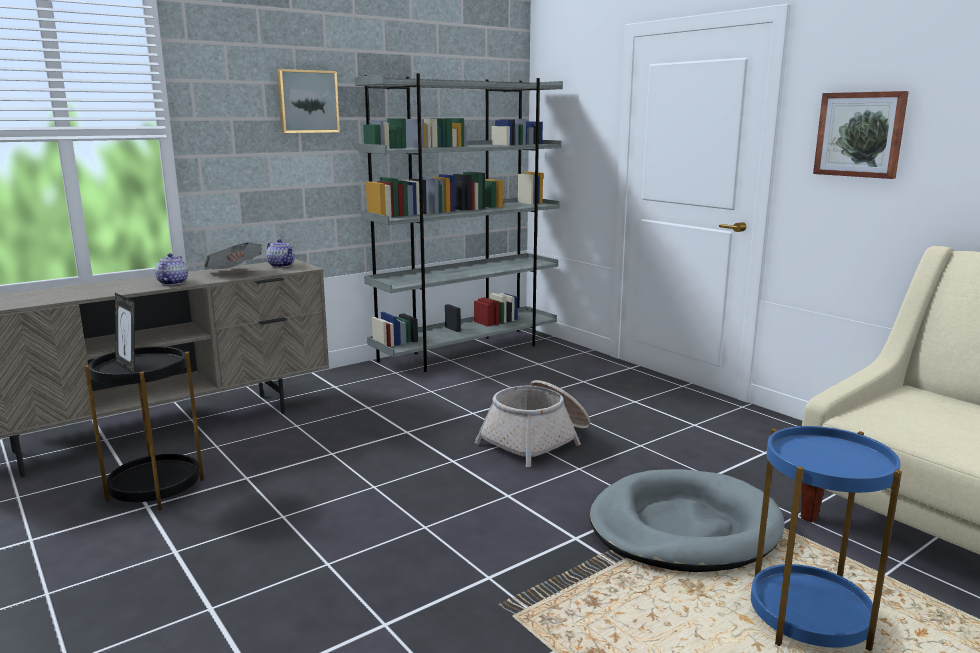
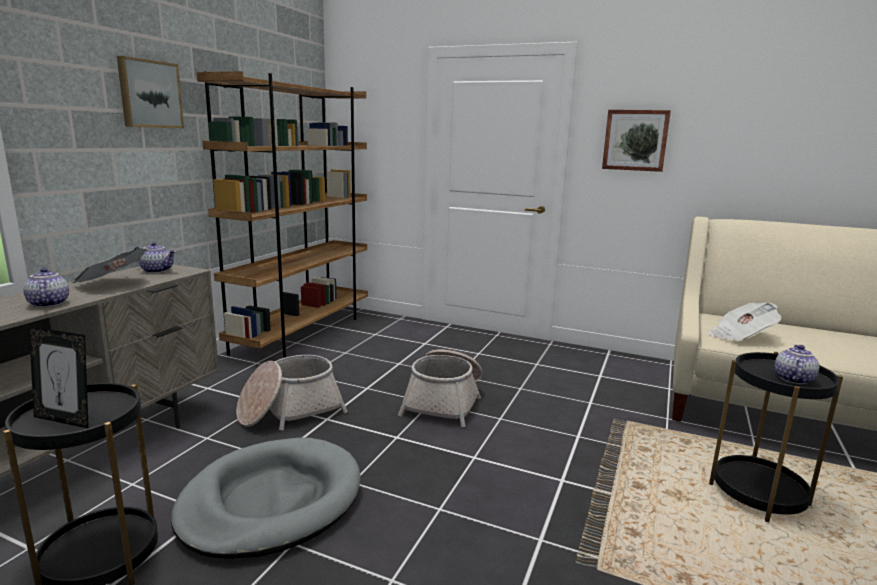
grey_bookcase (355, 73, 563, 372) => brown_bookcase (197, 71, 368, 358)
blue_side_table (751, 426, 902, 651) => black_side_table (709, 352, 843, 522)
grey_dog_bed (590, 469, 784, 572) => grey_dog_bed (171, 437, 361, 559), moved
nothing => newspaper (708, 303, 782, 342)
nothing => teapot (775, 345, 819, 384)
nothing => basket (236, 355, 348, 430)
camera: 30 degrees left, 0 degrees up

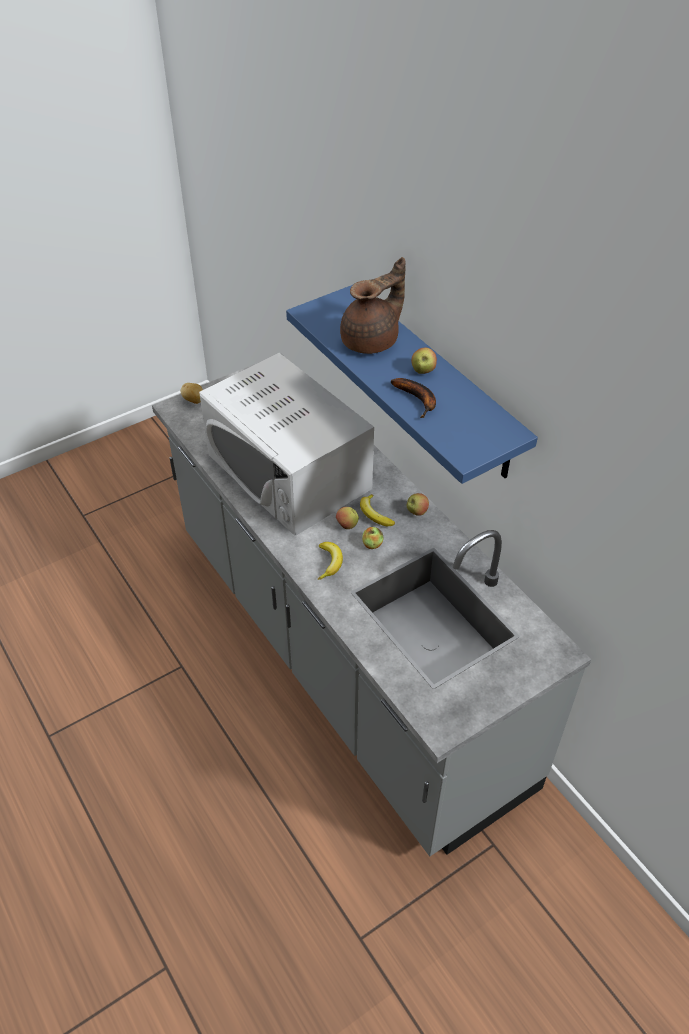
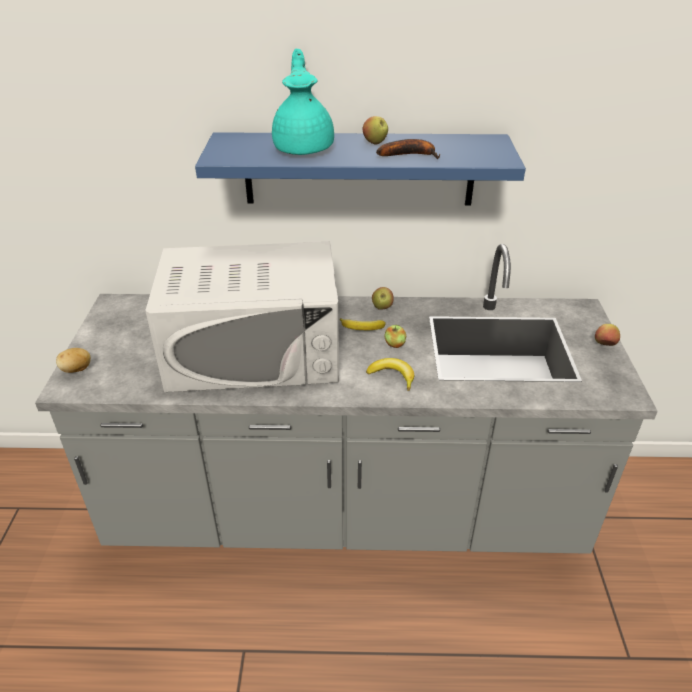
brown_teapot (340, 257, 405, 354) => turquoise_teapot (272, 49, 334, 155)
apple (336, 507, 359, 529) => apple (595, 324, 620, 346), moved
camera: 55 degrees left, 10 degrees down

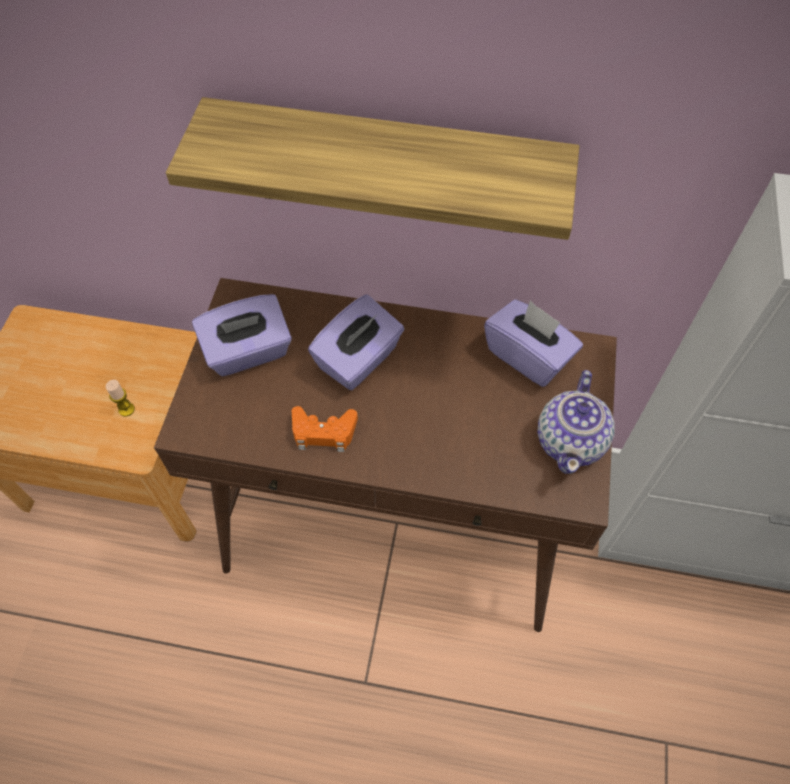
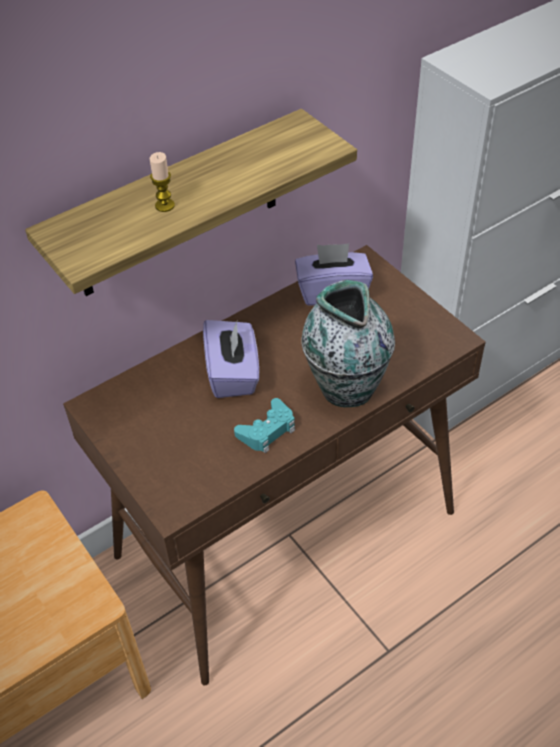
purple_tissue_box (192, 294, 292, 376) => nothing
teapot (537, 370, 615, 474) => nothing
candle (106, 379, 135, 417) => candle (150, 152, 175, 212), moved
orange_game_controller (292, 406, 358, 452) => turquoise_game_controller (234, 398, 295, 453)
nothing => vase (302, 280, 395, 407)
camera: 45 degrees left, 10 degrees down

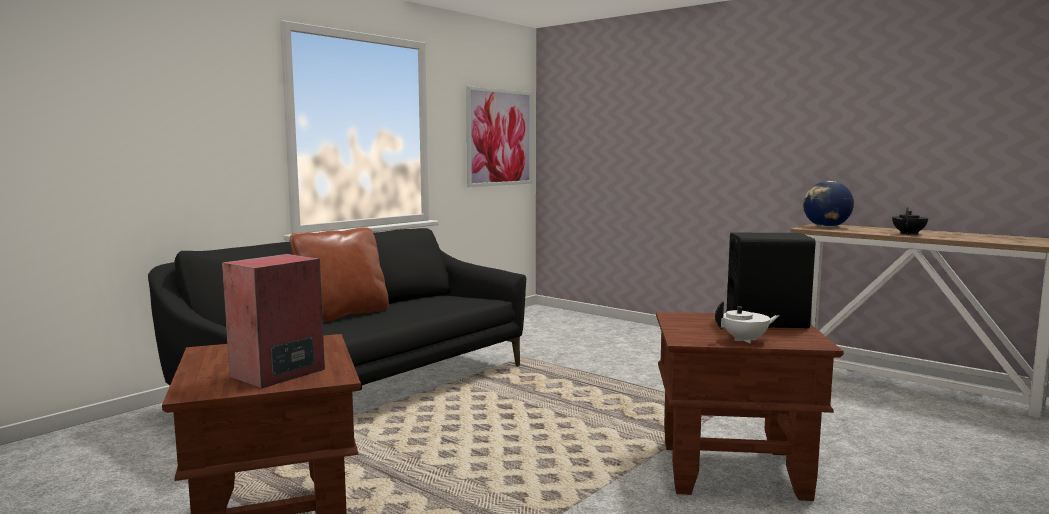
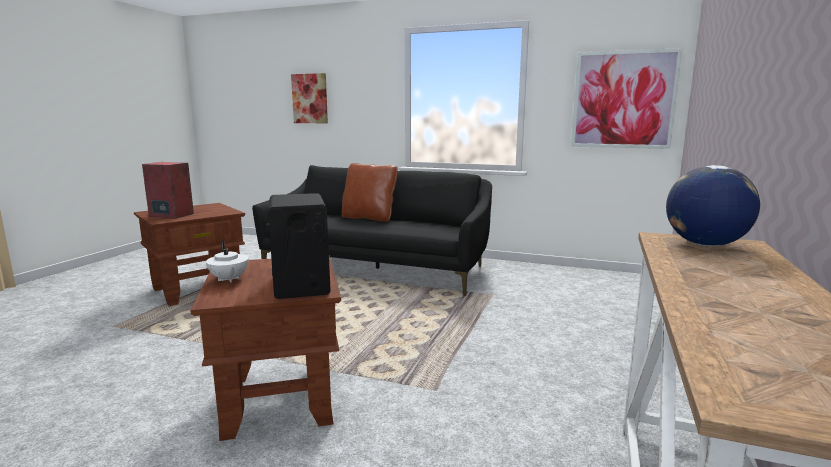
black_teapot (892, 207, 928, 235) => nothing
nothing => picture (291, 73, 328, 123)
camera: 70 degrees right, 5 degrees up

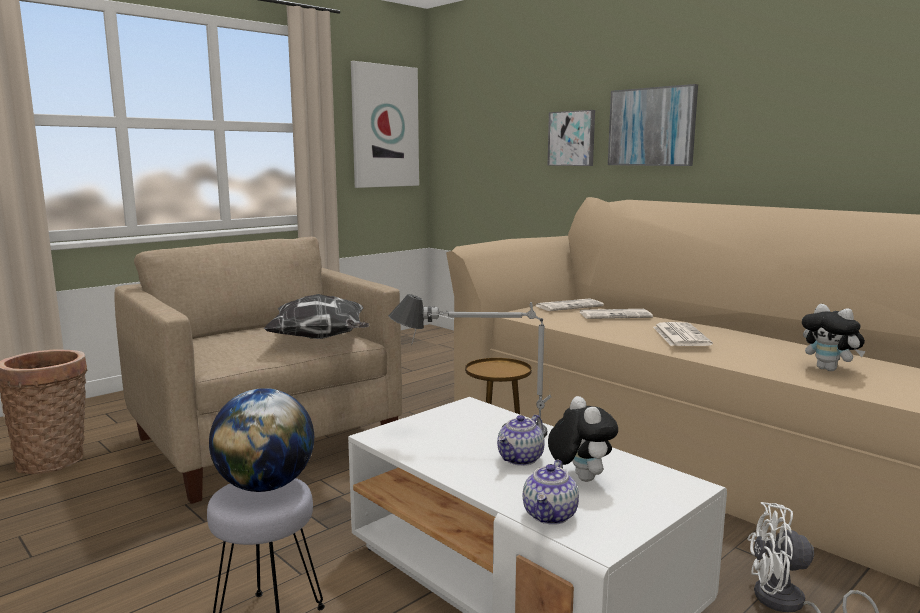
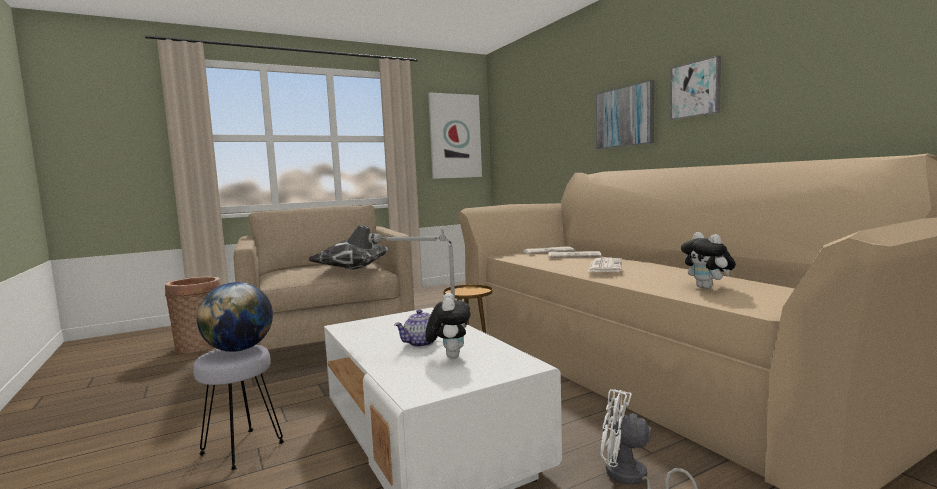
picture (548, 110, 595, 166) => picture (670, 55, 721, 120), moved
teapot (523, 459, 579, 525) => nothing
camera: 15 degrees right, 5 degrees down

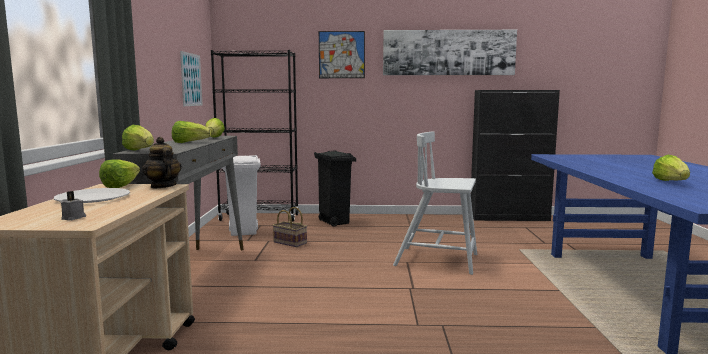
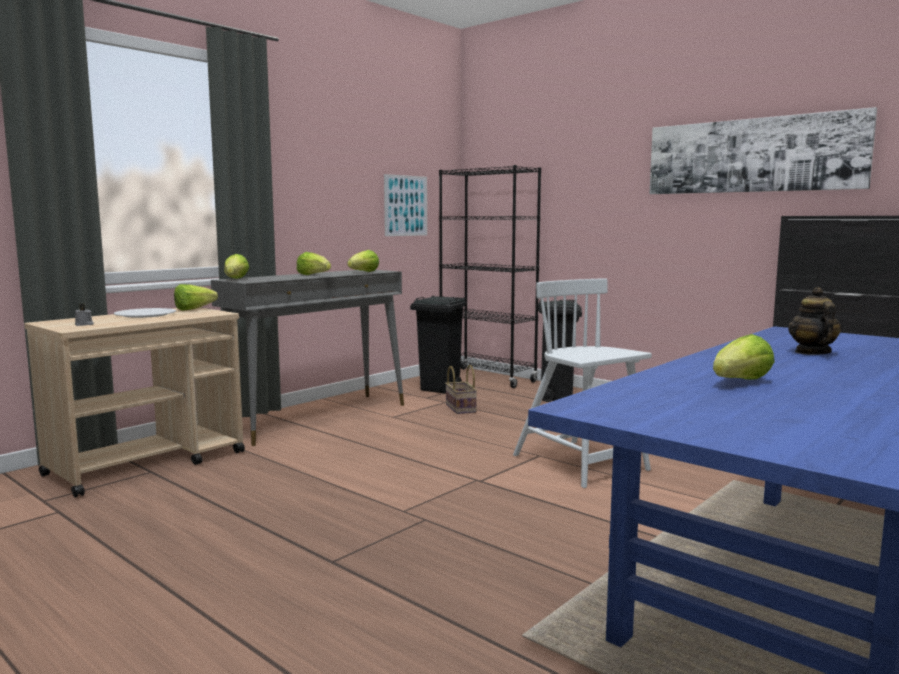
picture (319, 31, 365, 78) => nothing
teapot (142, 137, 182, 188) => teapot (788, 287, 842, 355), moved
white_trash_can (221, 155, 261, 236) => black_trash_can (410, 295, 467, 394)
camera: 40 degrees right, 0 degrees up

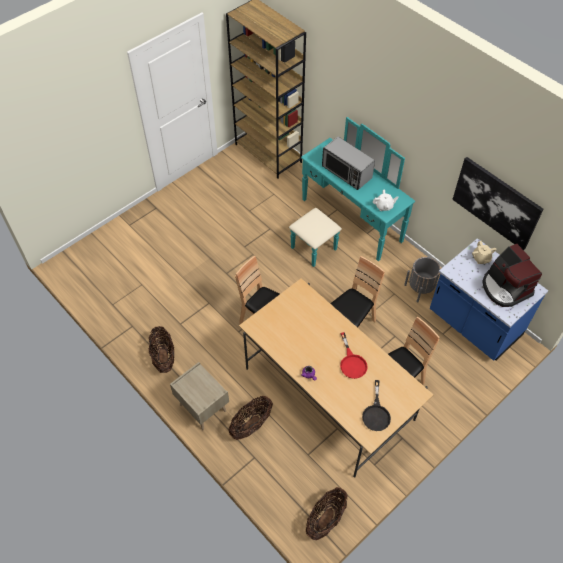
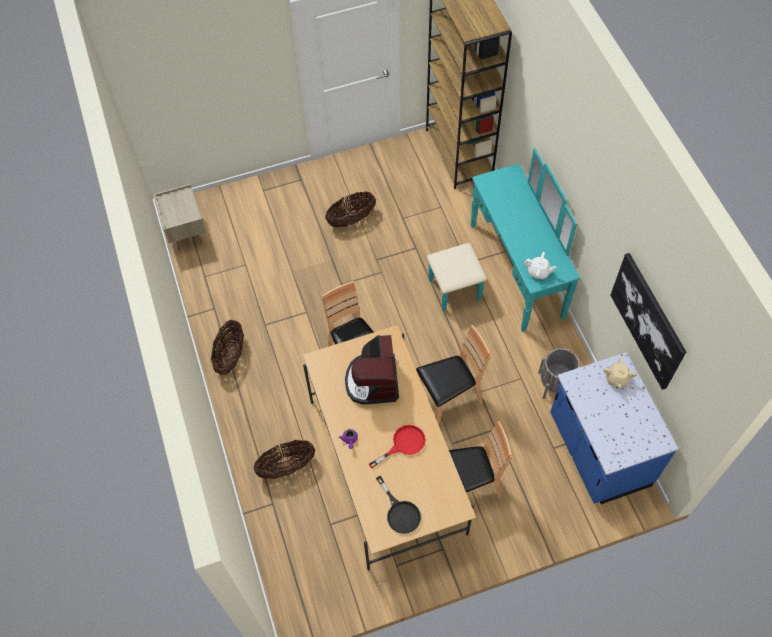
microwave (322, 137, 375, 190) => nothing
coffee_machine (482, 244, 542, 307) => coffee_machine (345, 335, 399, 404), moved
red_frying_pan (340, 332, 368, 379) => red_frying_pan (369, 425, 426, 468), 135 degrees counterclockwise
beige_nightstand (170, 362, 229, 430) => beige_nightstand (154, 184, 207, 253), moved
black_frying_pan (362, 380, 391, 431) => black_frying_pan (376, 476, 421, 534), 60 degrees counterclockwise
basket (306, 487, 347, 540) => basket (325, 192, 376, 227), moved
camera: 25 degrees right, 5 degrees up

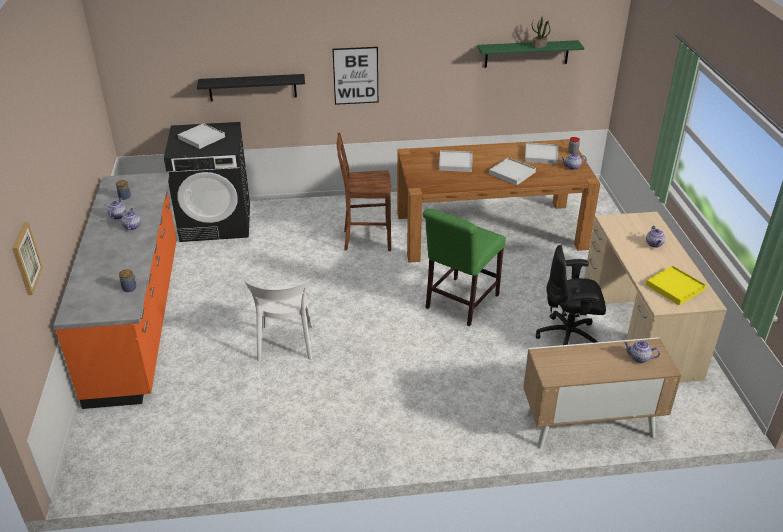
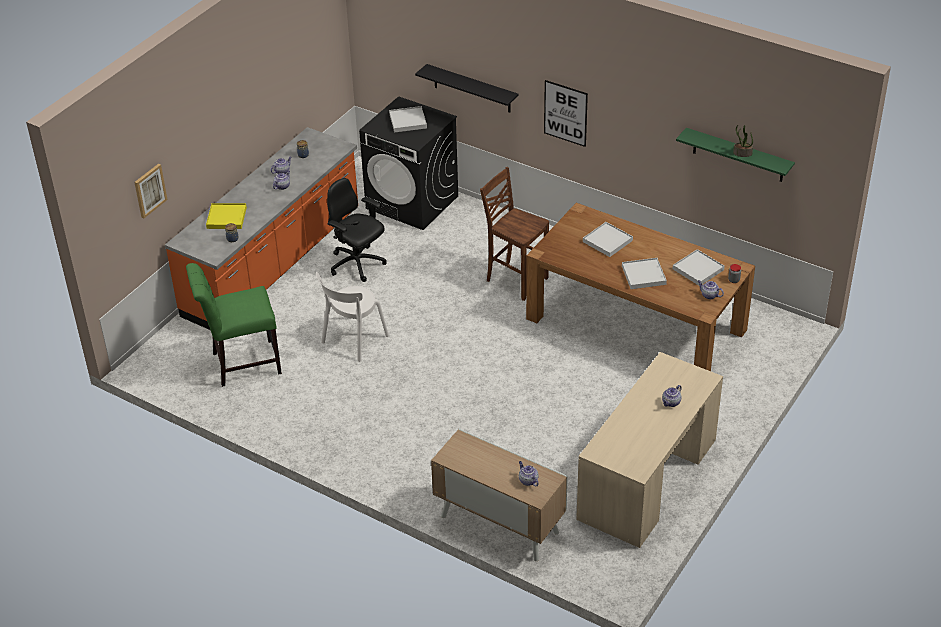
green_chair (423, 209, 506, 326) => green_chair (186, 263, 282, 387), moved
black_office_chair (536, 245, 606, 345) => black_office_chair (327, 178, 387, 282), moved
yellow_tray (646, 266, 706, 305) => yellow_tray (206, 203, 247, 229), moved
camera: 40 degrees right, 5 degrees up

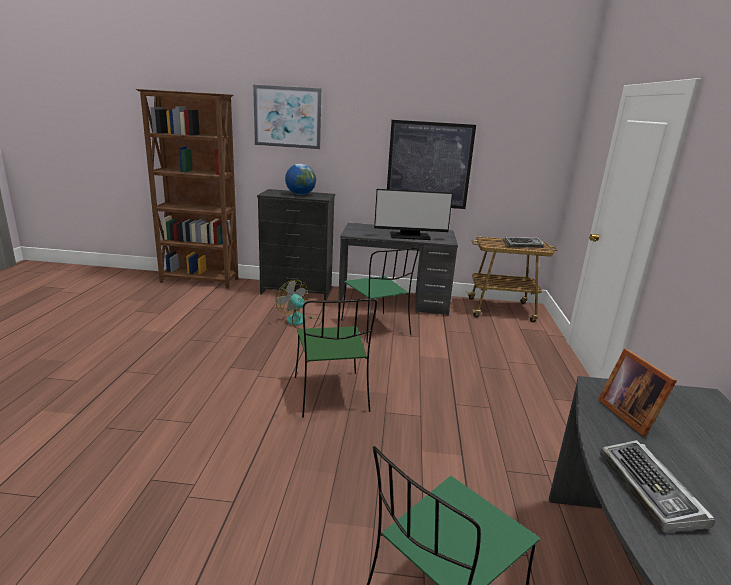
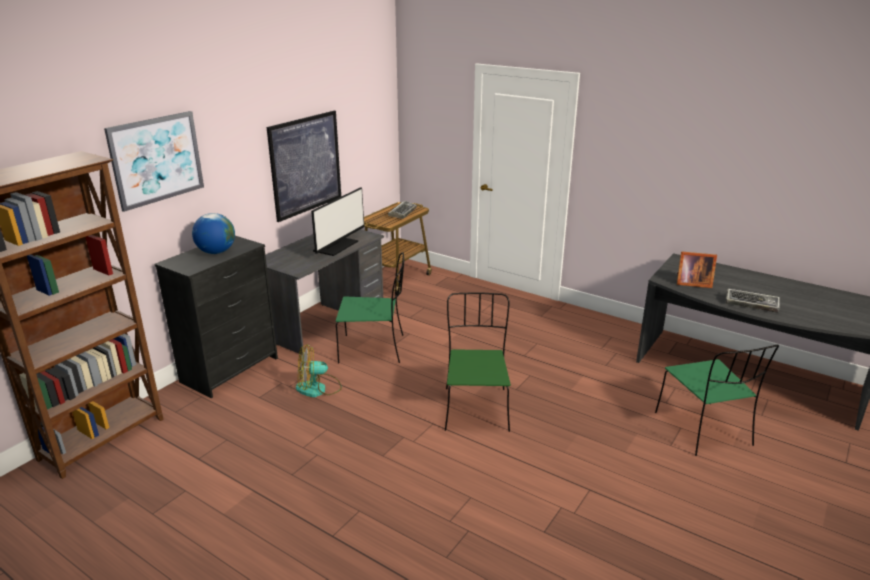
green_chair (295, 299, 377, 417) => green_chair (445, 292, 511, 432), 105 degrees counterclockwise
camera: 60 degrees left, 5 degrees up

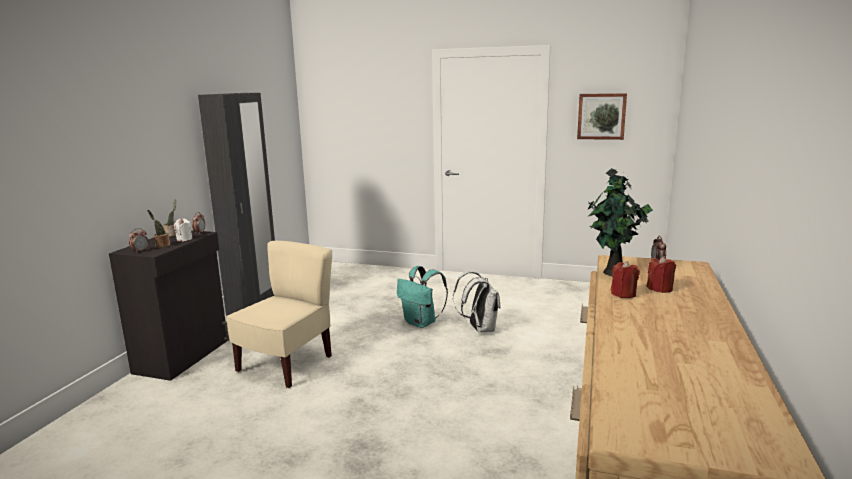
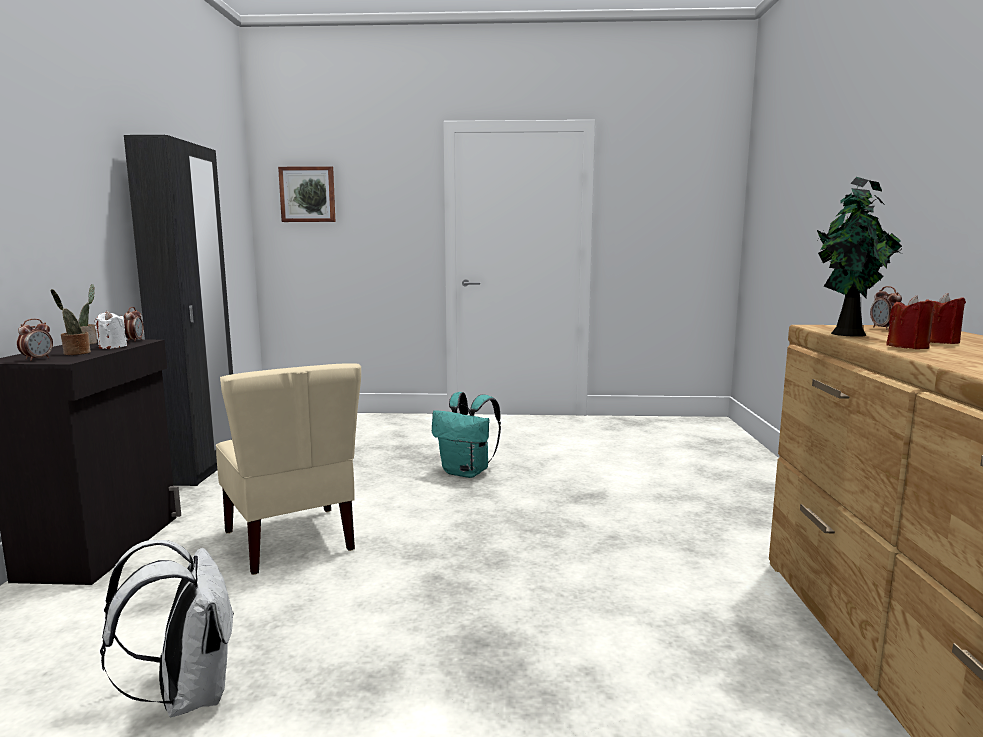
picture (577, 93, 627, 140) => picture (278, 166, 335, 222), moved
beige_chair (227, 241, 332, 388) => beige_chair (216, 363, 361, 575), 135 degrees clockwise
white_backpack (453, 271, 501, 333) => white_backpack (100, 540, 234, 718), moved
camera: 15 degrees left, 5 degrees down

